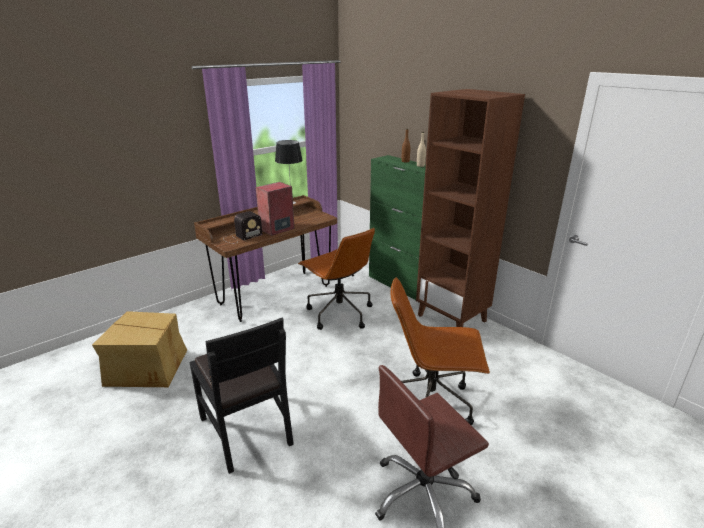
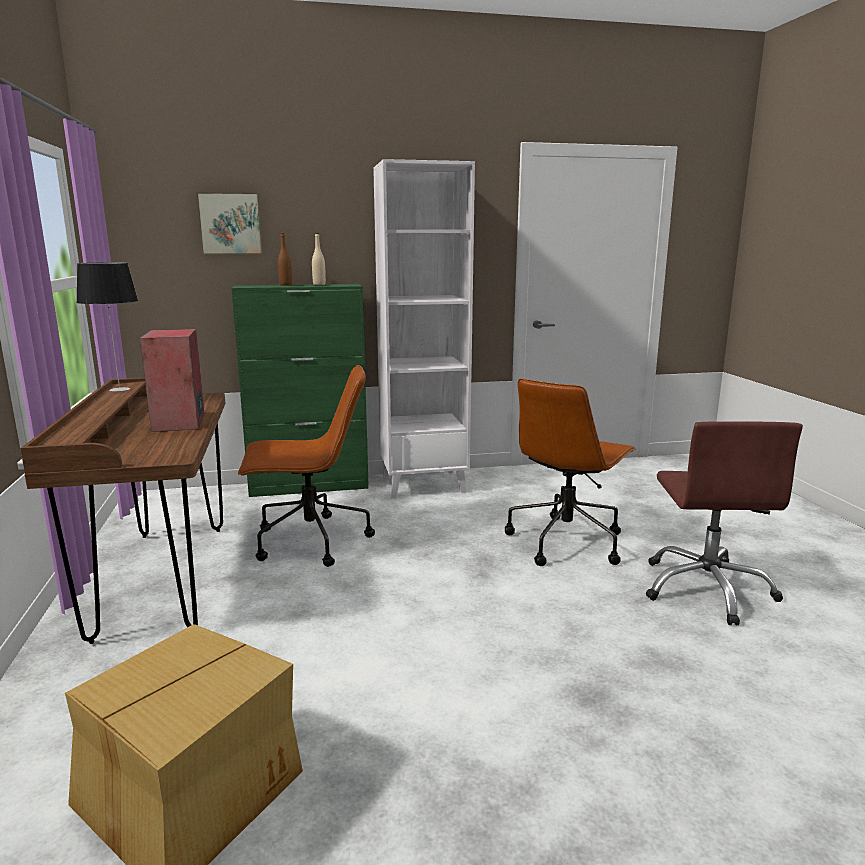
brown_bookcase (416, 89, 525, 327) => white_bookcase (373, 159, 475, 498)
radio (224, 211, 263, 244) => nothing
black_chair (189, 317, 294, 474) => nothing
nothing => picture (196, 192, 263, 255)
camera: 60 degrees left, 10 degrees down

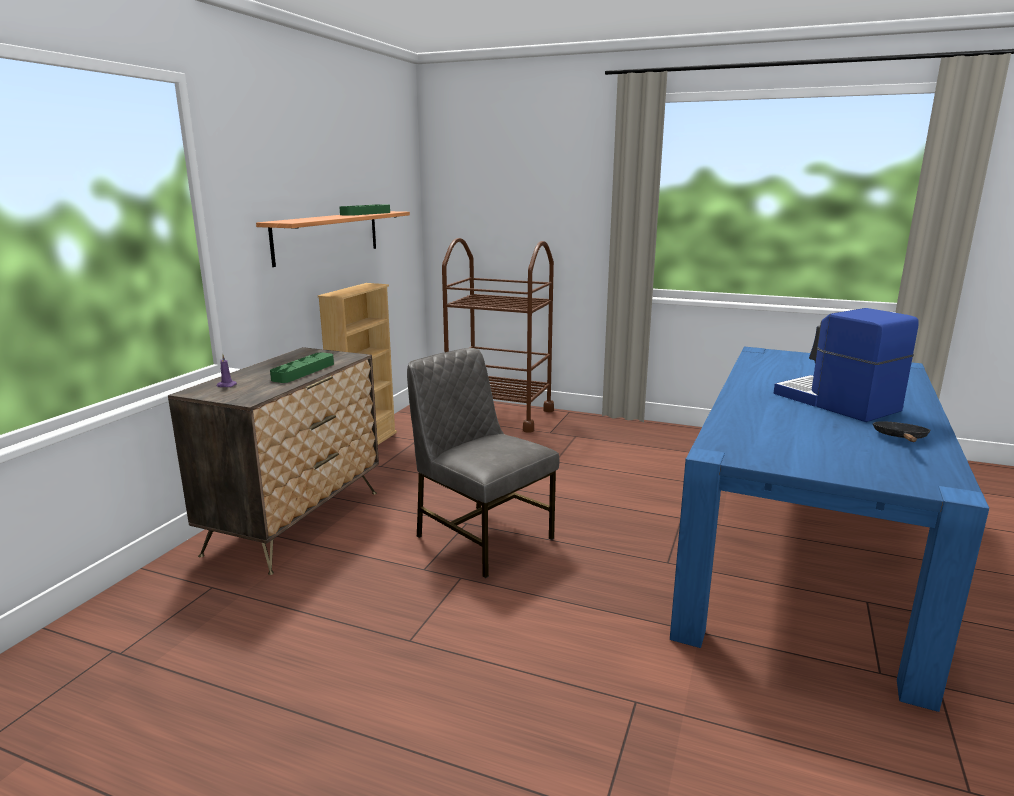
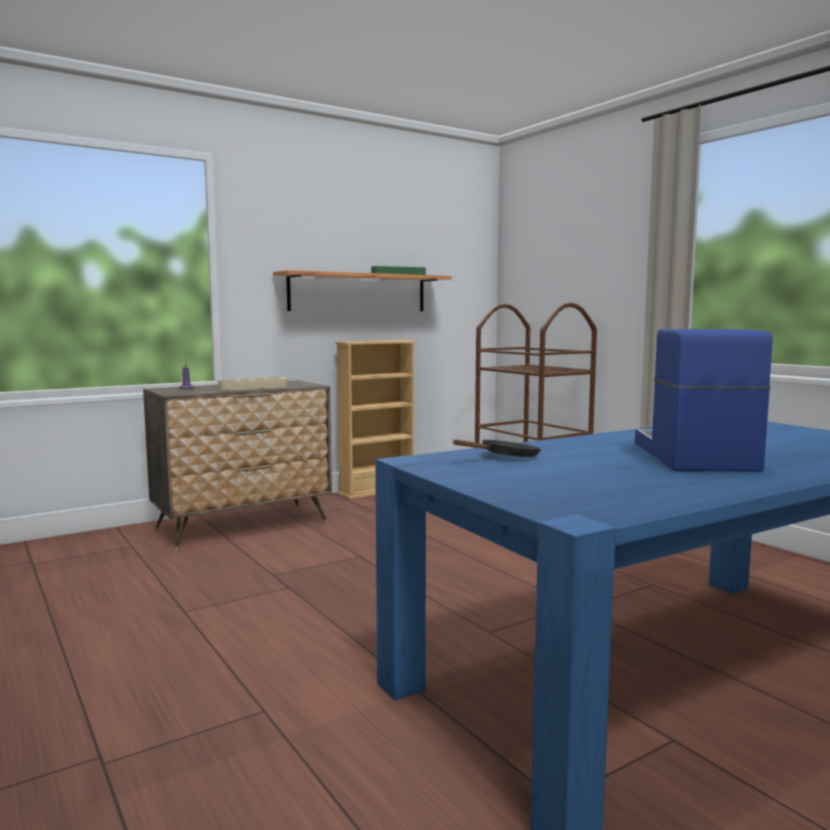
grey_chair (407, 348, 560, 578) => nothing
green_tray (270, 352, 334, 383) => beige_tray (218, 377, 287, 391)
black_frying_pan (873, 421, 931, 442) => black_frying_pan (453, 440, 541, 457), moved
camera: 35 degrees right, 10 degrees down

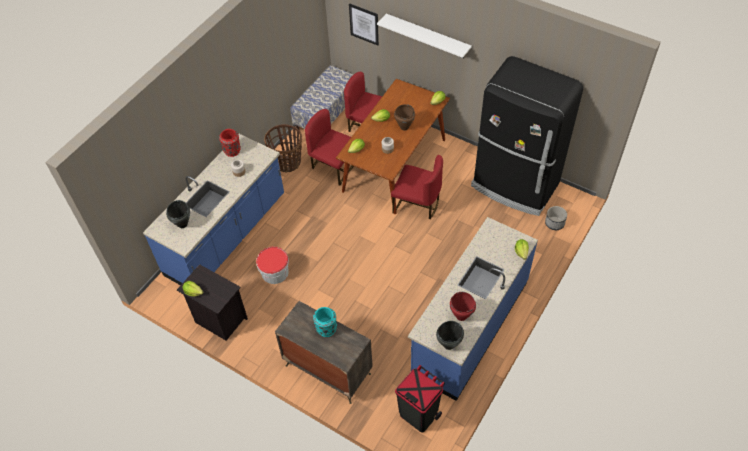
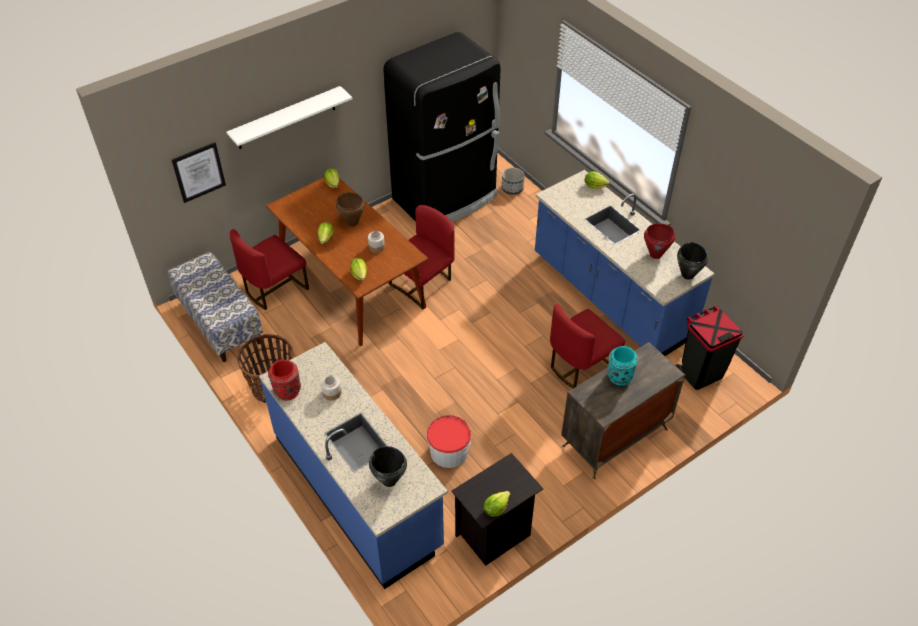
red_chair (305, 109, 354, 186) => red_chair (550, 304, 625, 388), moved
camera: 70 degrees left, 5 degrees down

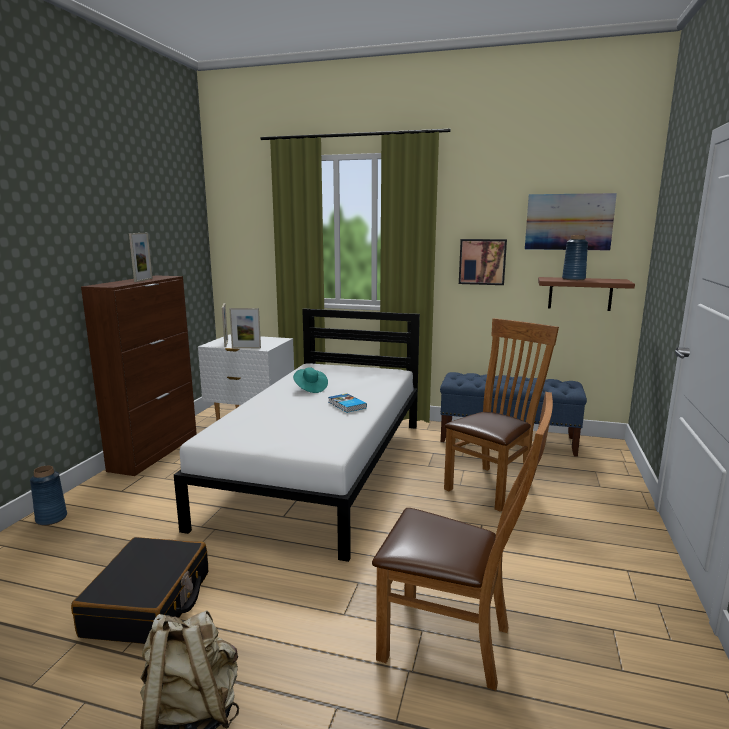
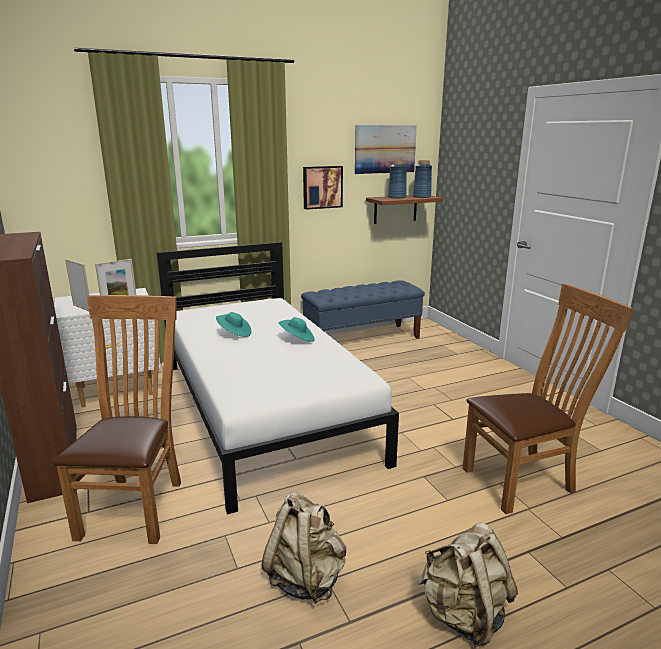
picture_frame (129, 233, 153, 282) => nothing
brown_chair (444, 318, 559, 512) => brown_chair (53, 295, 181, 544), moved
book (328, 393, 367, 413) => turquoise_hat (278, 317, 315, 342)
blue_vase (30, 466, 67, 525) => blue_vase (413, 160, 432, 198), moved
black_suitcase (71, 537, 208, 644) => beige_backpack (261, 492, 346, 604)
camera: 40 degrees left, 5 degrees up

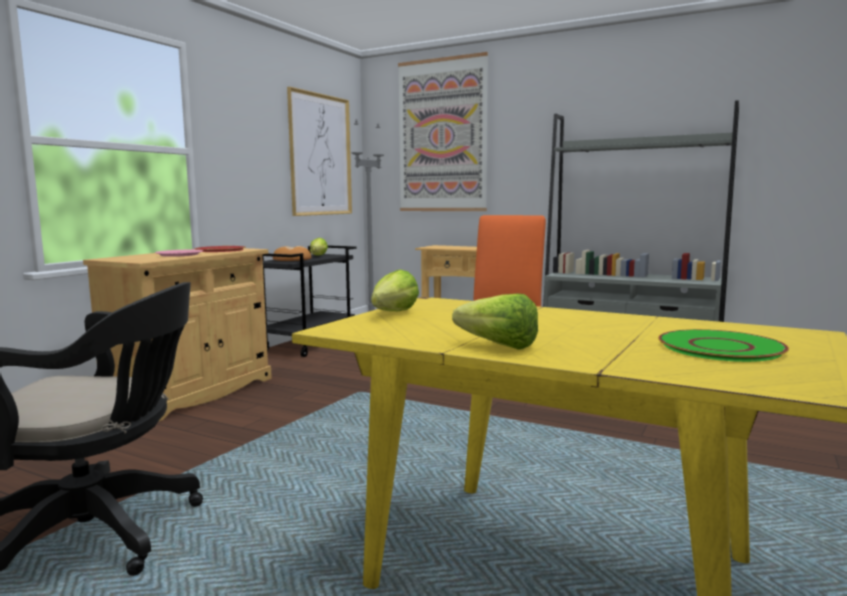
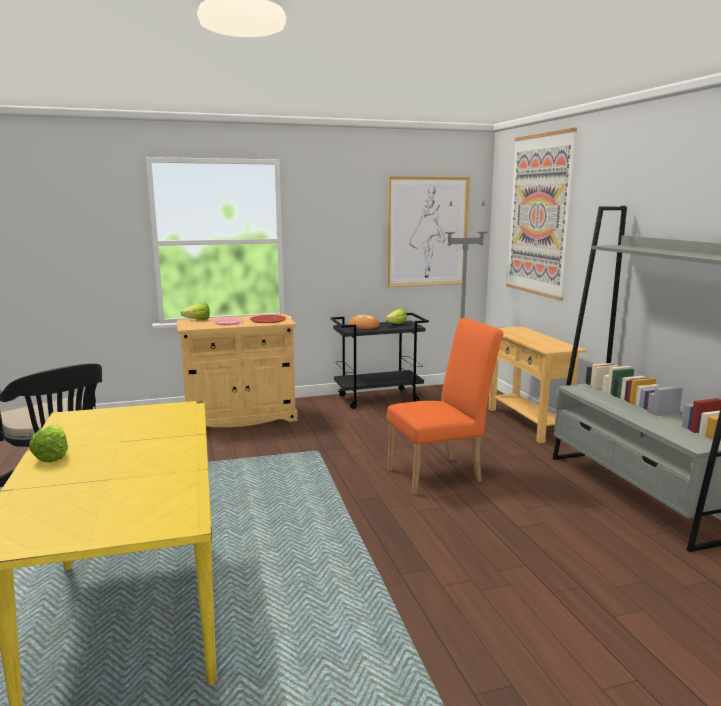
lettuce (371, 270, 419, 311) => lettuce (181, 303, 210, 320), moved
green_plate (658, 329, 789, 362) => nothing
camera: 45 degrees right, 5 degrees up

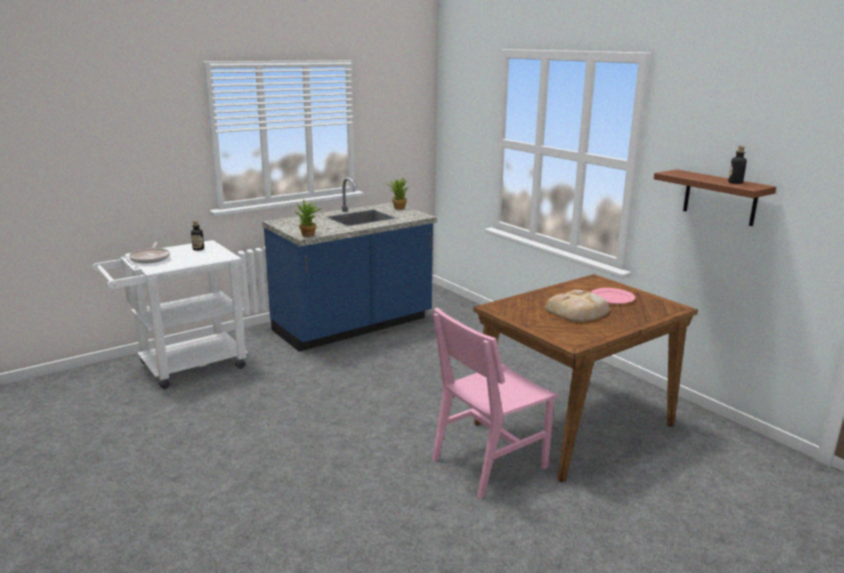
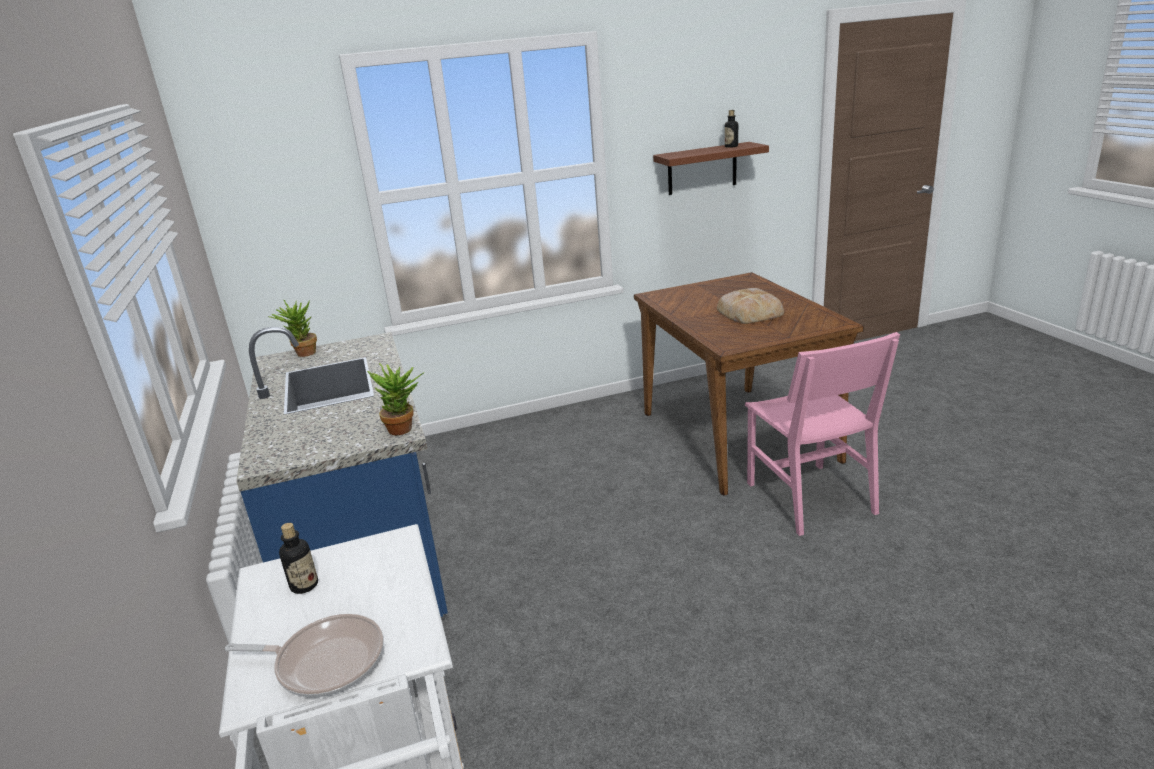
pink_plate (591, 288, 635, 304) => nothing
camera: 70 degrees left, 5 degrees up

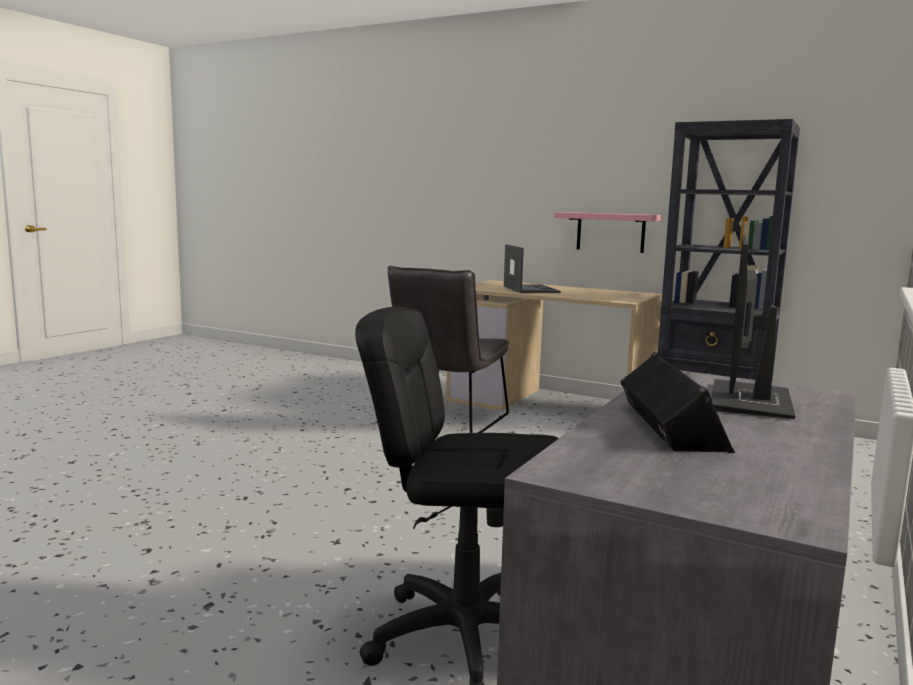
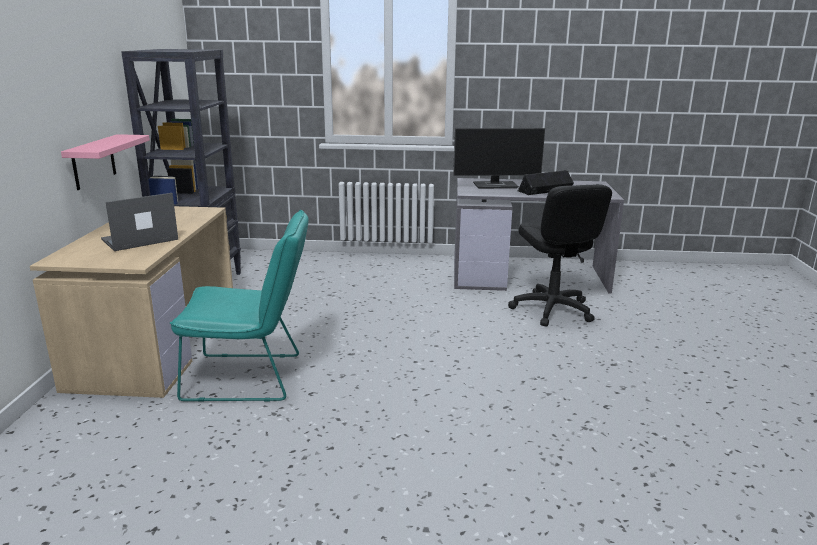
grey_chair (387, 265, 509, 433) => turquoise_chair (170, 210, 309, 402)
camera: 115 degrees left, 10 degrees up

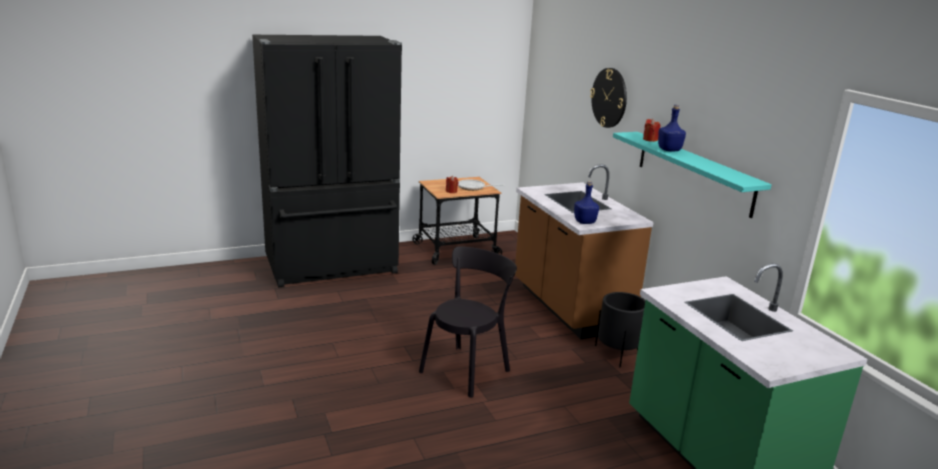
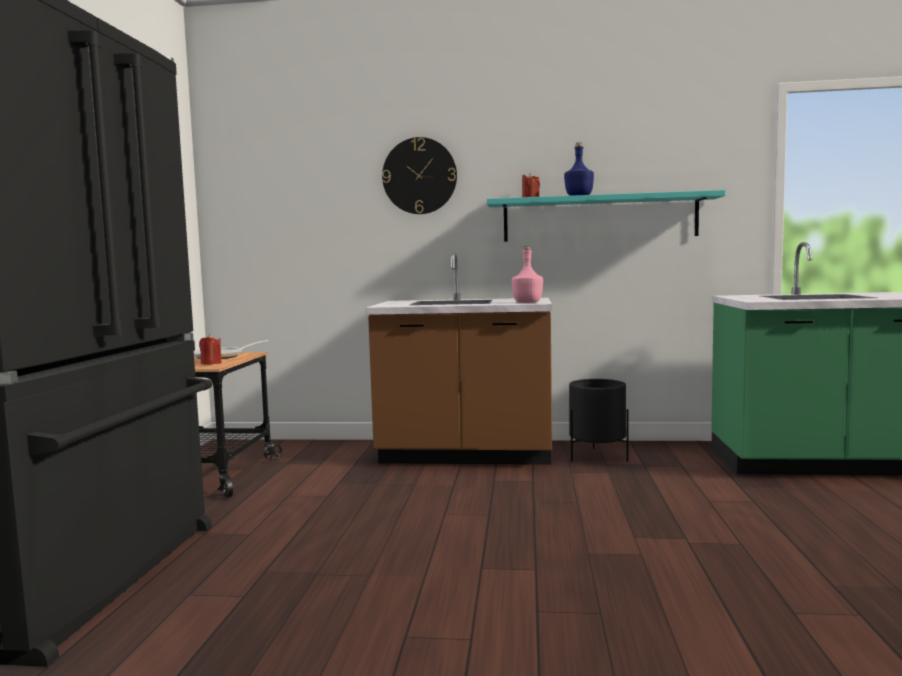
blue_bottle (574, 181, 599, 224) => pink_bottle (512, 246, 543, 303)
black_chair (419, 247, 517, 398) => nothing
camera: 60 degrees left, 15 degrees down

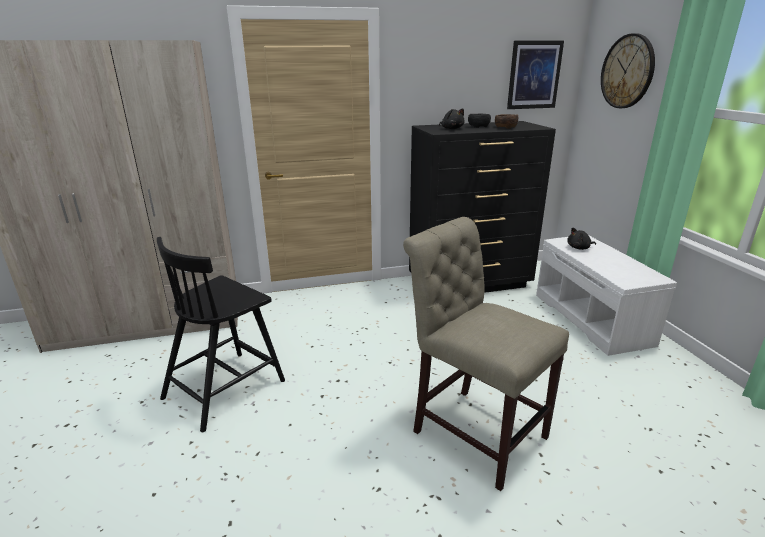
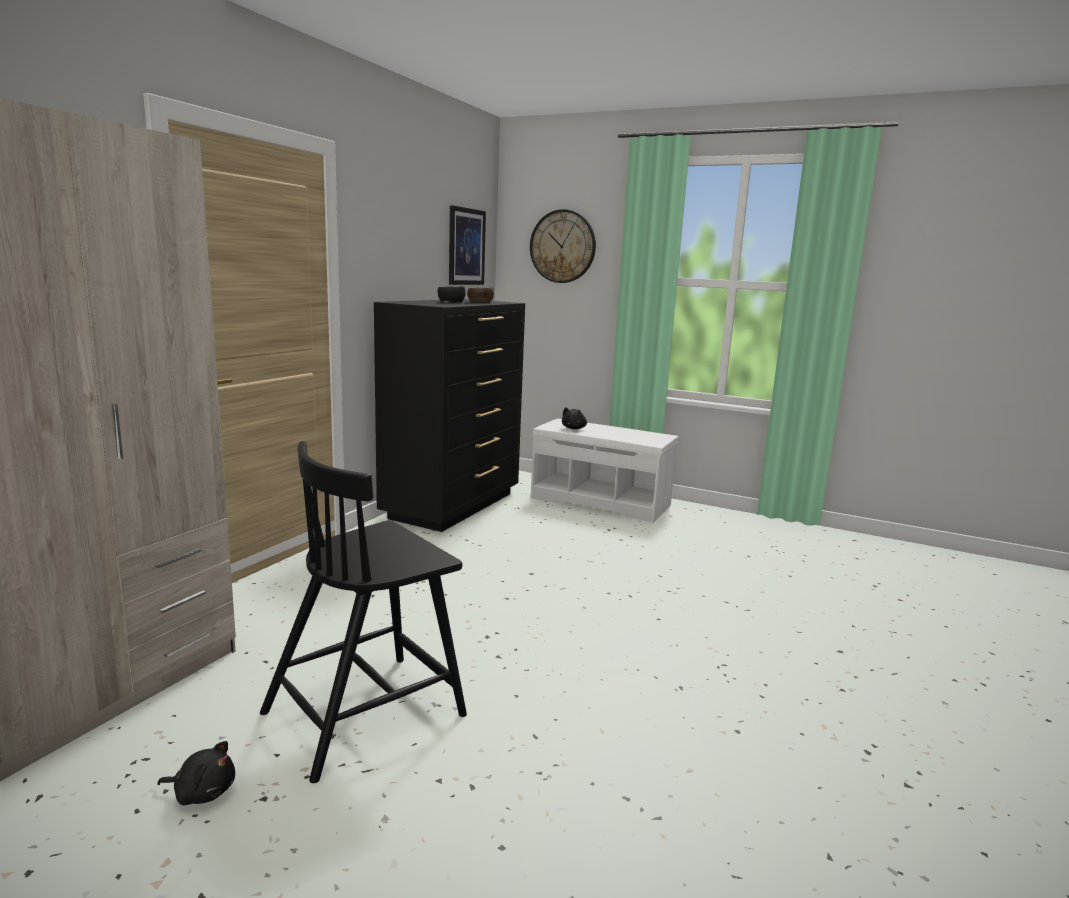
black_plush_toy (439, 109, 465, 129) => black_plush_toy (157, 741, 235, 806), moved
beige_chair (403, 217, 569, 491) => nothing
black_chair (157, 237, 285, 432) => black_chair (260, 441, 467, 783), 60 degrees clockwise
camera: 50 degrees left, 10 degrees down

